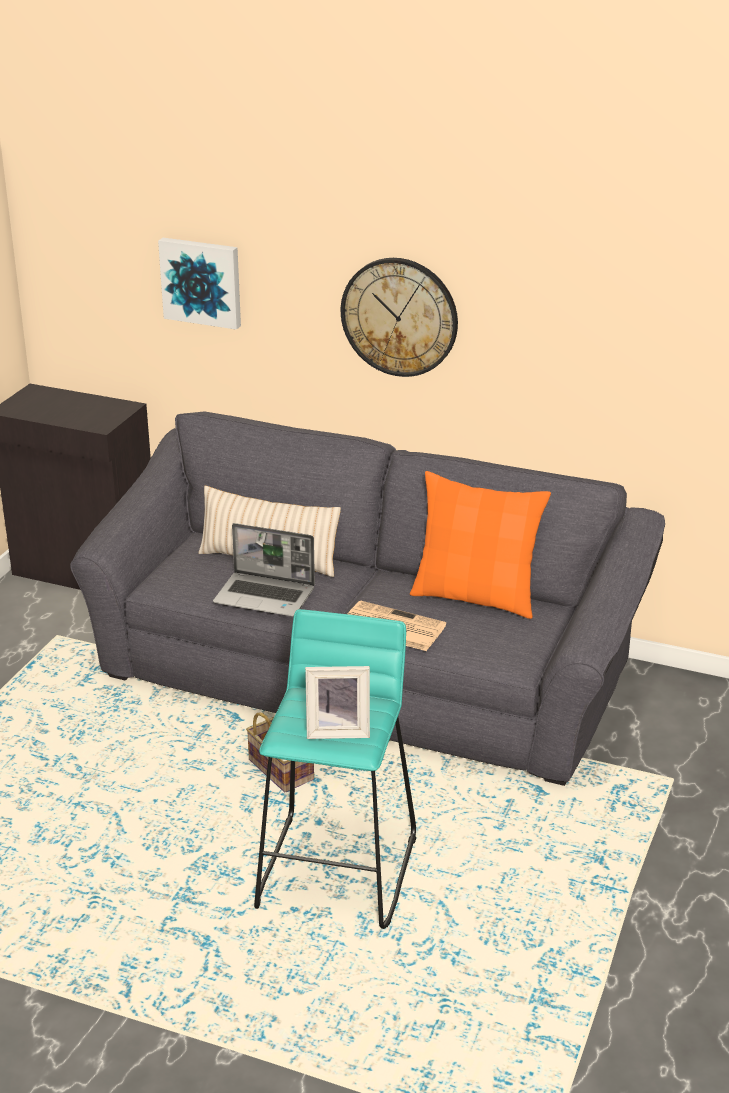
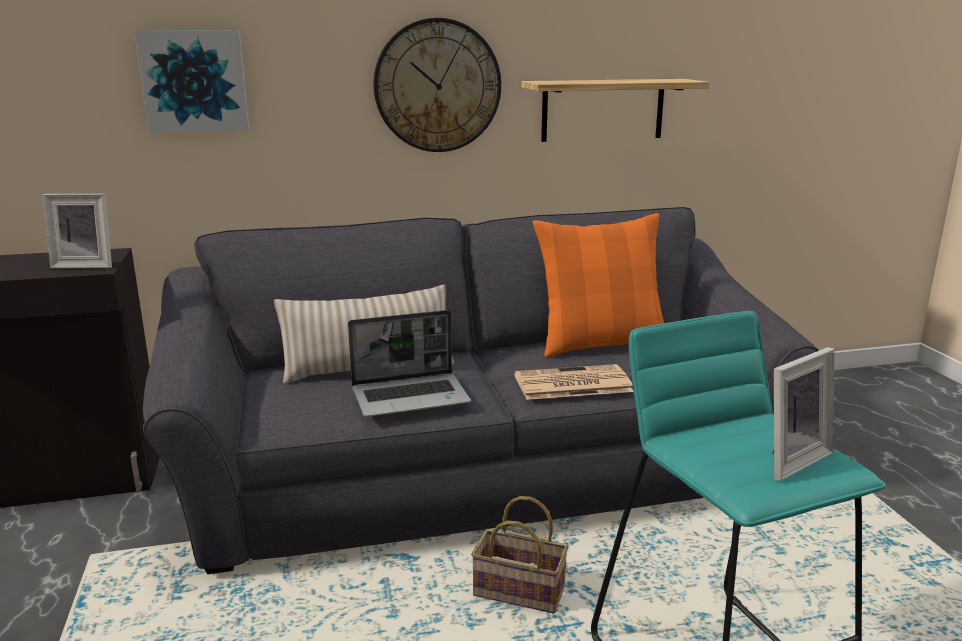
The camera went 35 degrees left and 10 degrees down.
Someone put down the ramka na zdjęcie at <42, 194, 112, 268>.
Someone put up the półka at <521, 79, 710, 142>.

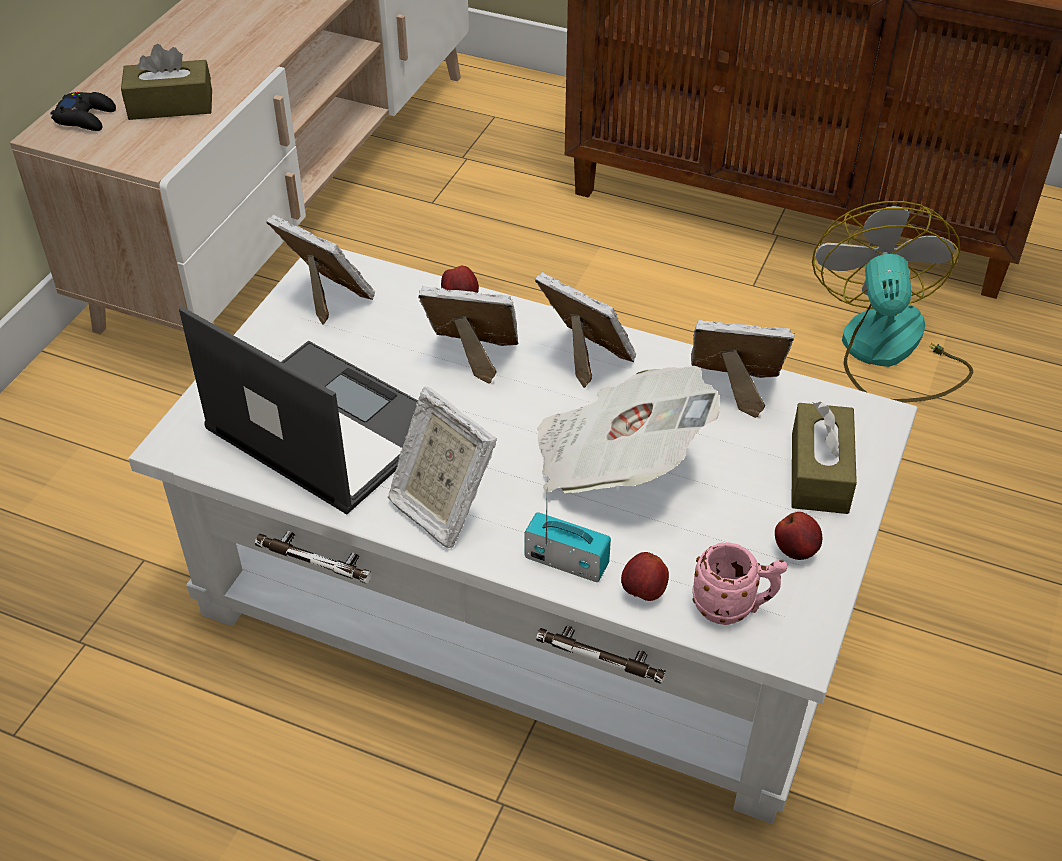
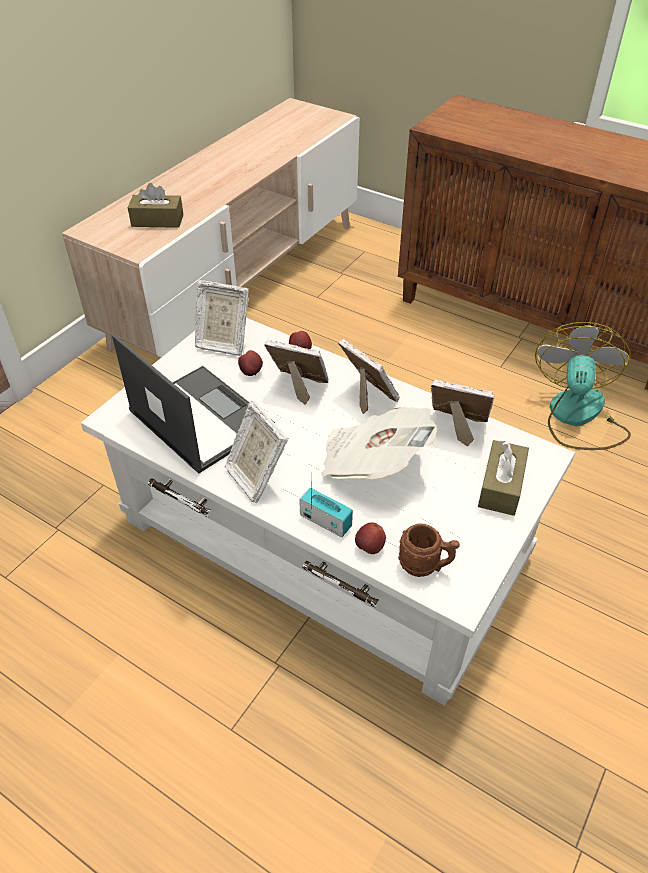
The camera went 10 degrees right and 0 degrees up.
Someone took away the pad do gier/czarny at <51, 92, 116, 131>.
Someone rotated the ramka na zdjęcie at <265, 214, 375, 325> by 150 degrees clockwise.
Someone repainted the kubek/różowy at <692, 542, 787, 625>, which became the kubek/brązowy at <398, 523, 460, 577>.
Someone carried the jabłko from <775, 512, 822, 560> to <238, 350, 263, 376>.

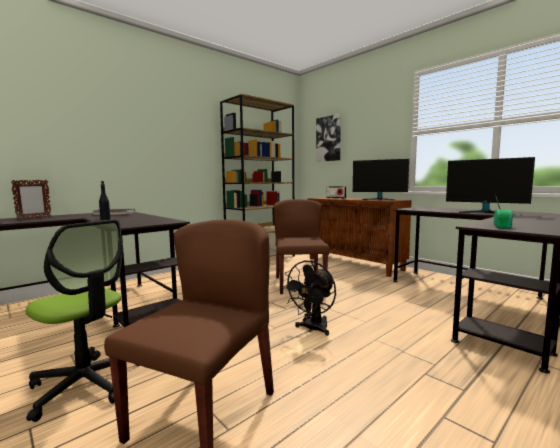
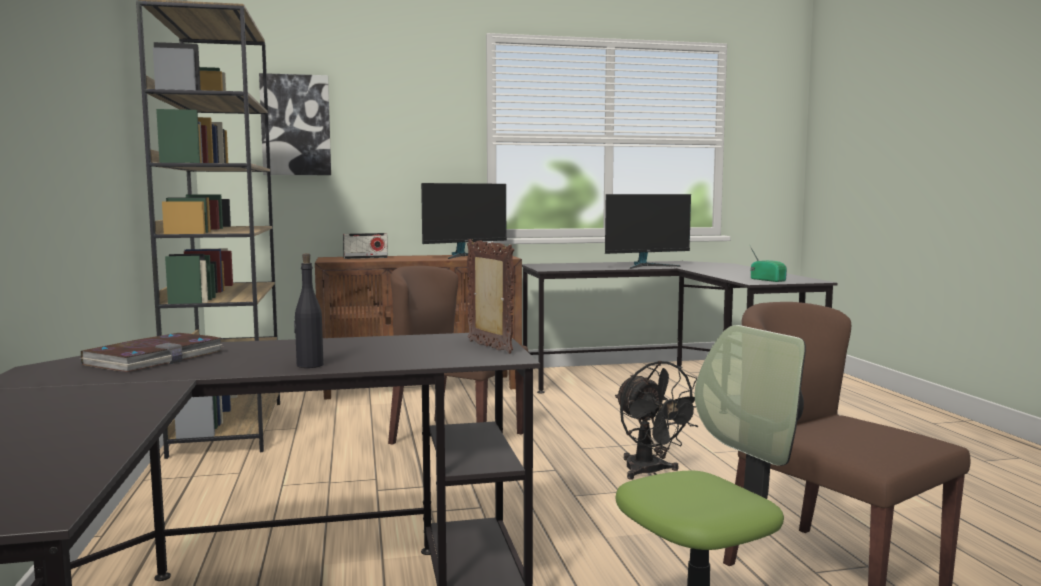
The camera went 60 degrees left and 0 degrees up.
Someone carried the ramka na zdjęcie from <11, 180, 51, 221> to <467, 239, 514, 354>.

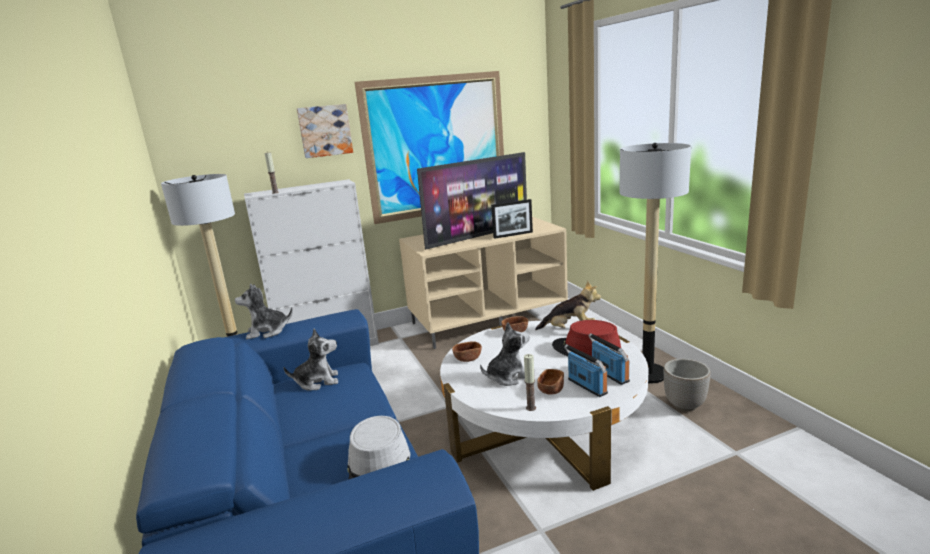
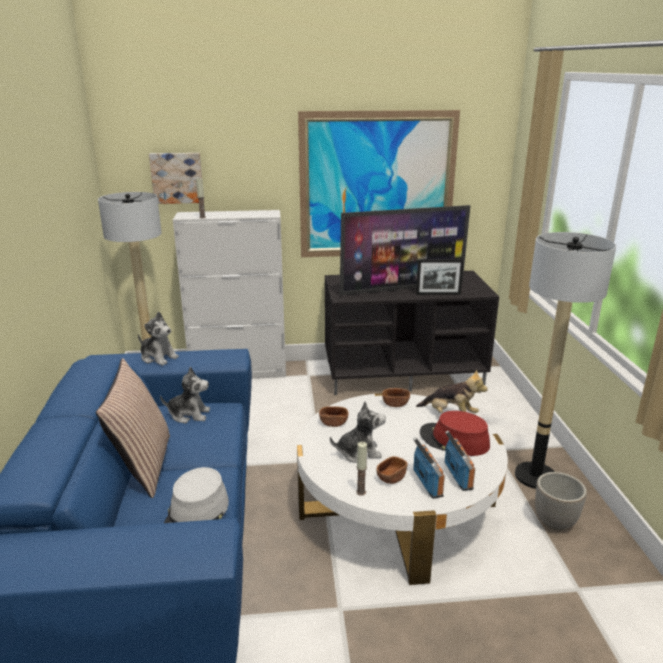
The camera went 15 degrees right and 5 degrees up.
Someone rotated the pluszak at <235, 283, 293, 339> by 150 degrees counterclockwise.
Someone carried the obraz from <297, 104, 353, 158> to <149, 153, 202, 204>.
Someone repainted the szafka pod telewizor/beżowy at <399, 217, 568, 349>, which became the szafka pod telewizor/czarny at <325, 271, 499, 395>.
Someone put down the poduszka at <96, 358, 170, 498>.

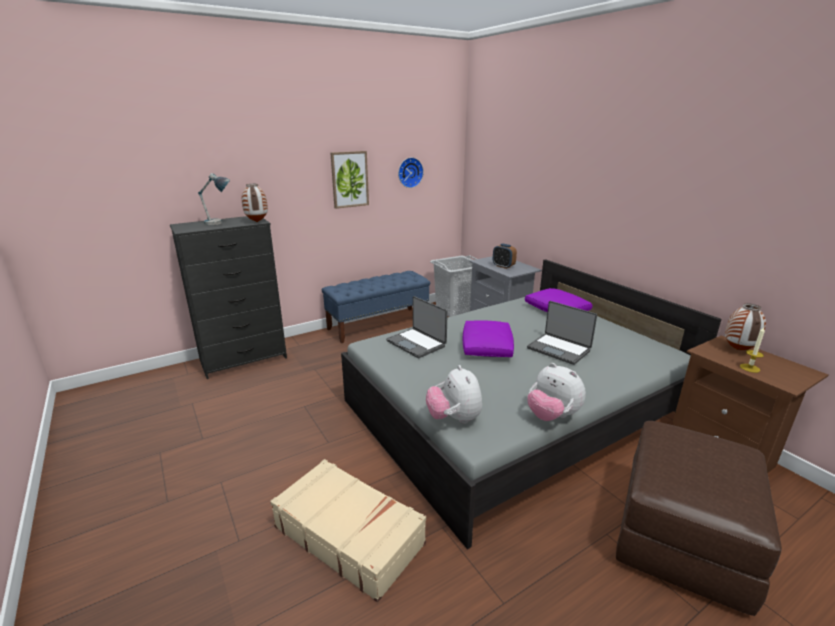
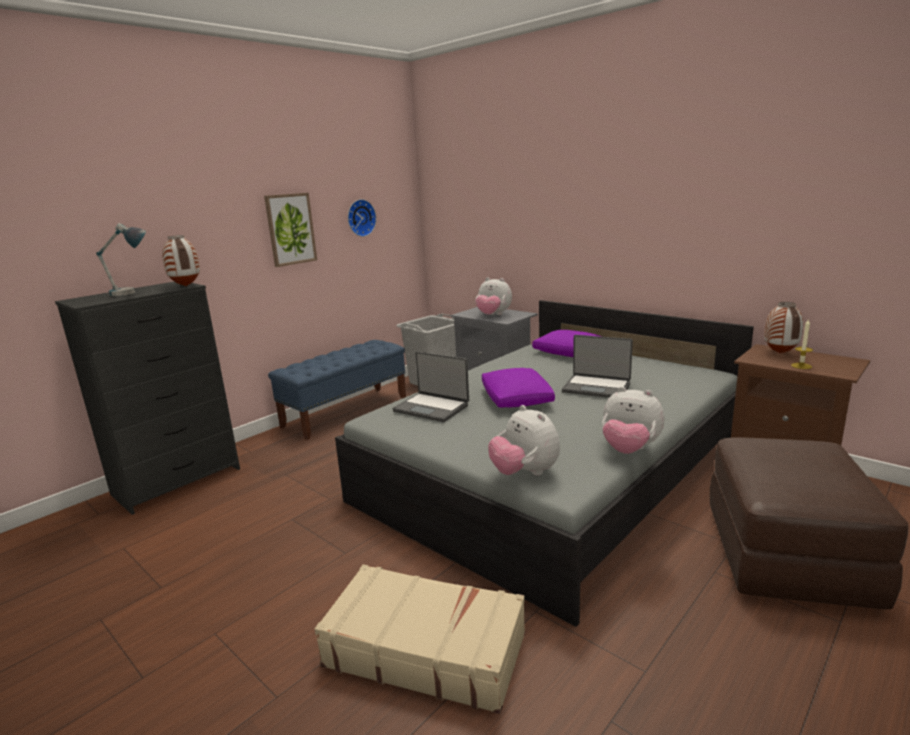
The camera went 15 degrees left and 5 degrees down.
Someone swapped the budzik at <493, 244, 517, 269> for the pluszak at <475, 278, 512, 315>.

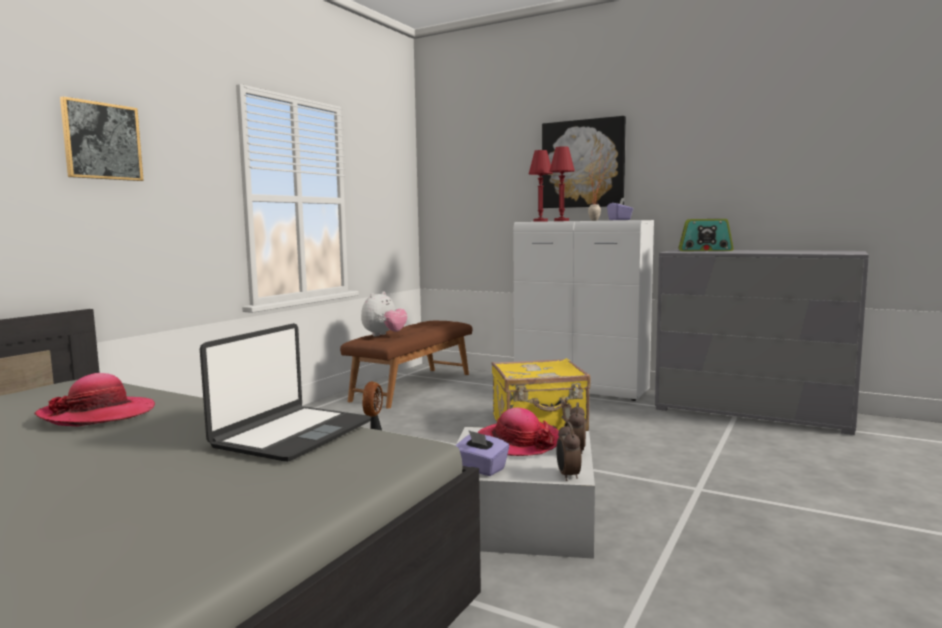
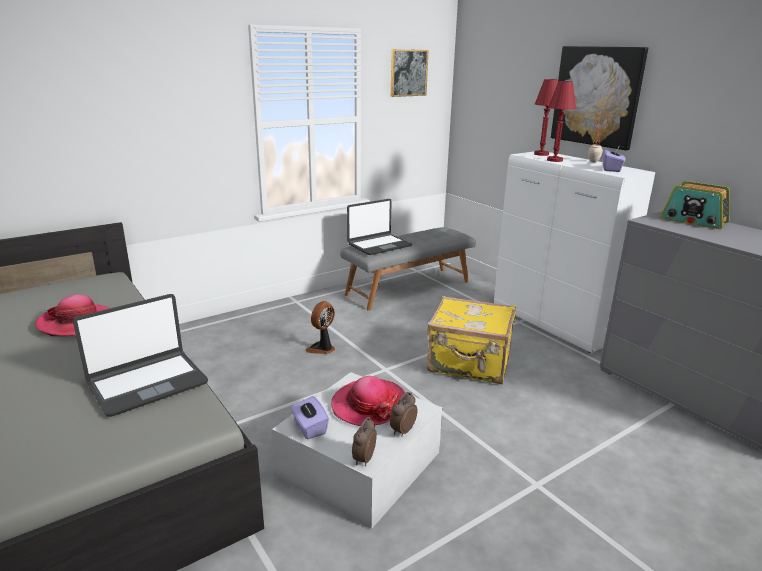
The camera went 25 degrees right and 15 degrees up.
Someone carried the obraz from <60, 96, 144, 181> to <391, 49, 429, 97>.
Someone repainted the ławka/brązowy at <340, 321, 472, 409>, which became the ławka/szary at <340, 227, 476, 311>.
Someone swapped the pluszak at <361, 291, 408, 336> for the laptop at <347, 199, 412, 255>.

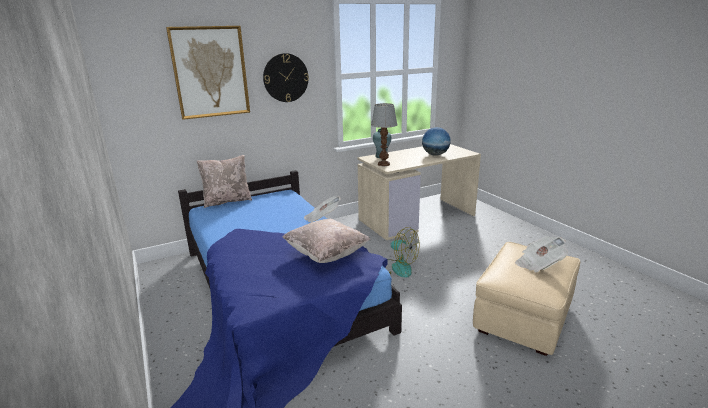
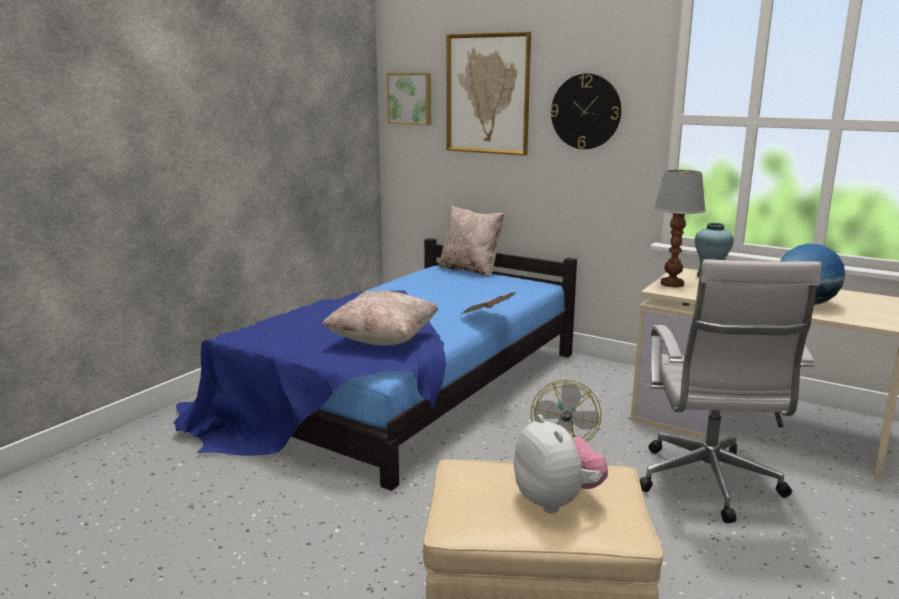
The camera went 60 degrees right and 5 degrees down.
Someone swapped the gazeta at <515, 236, 568, 272> for the pluszak at <514, 414, 608, 513>.
Someone put up the obraz at <387, 73, 431, 125>.
Someone put down the krzesło biurowe/biały at <639, 259, 821, 523>.

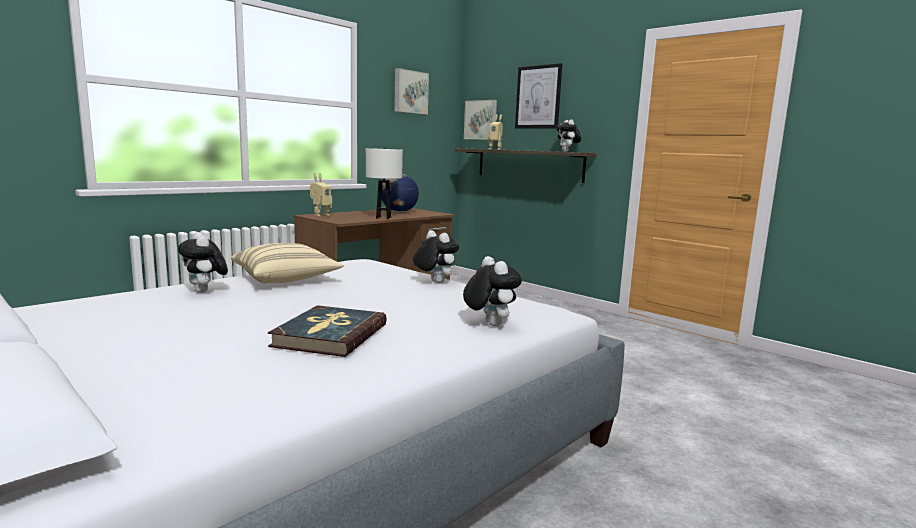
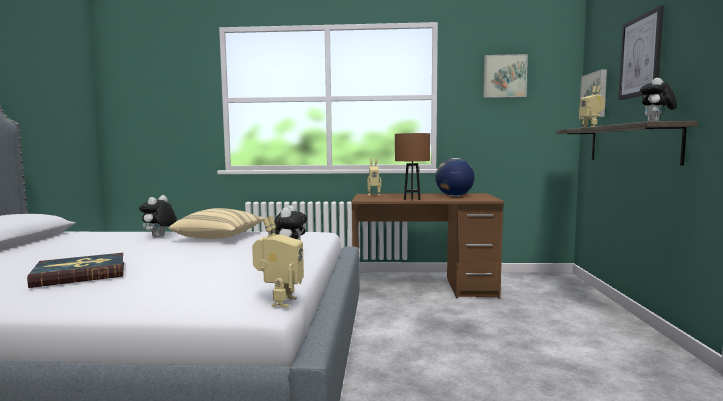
The camera went 50 degrees right and 5 degrees down.
Someone repainted the lampa stołowa/biały at <366, 148, 403, 219>, which became the lampa stołowa/brązowy at <395, 133, 430, 201>.
Someone took away the pluszak at <463, 256, 522, 326>.
Someone put down the robot zabawkowy at <252, 215, 304, 308>.

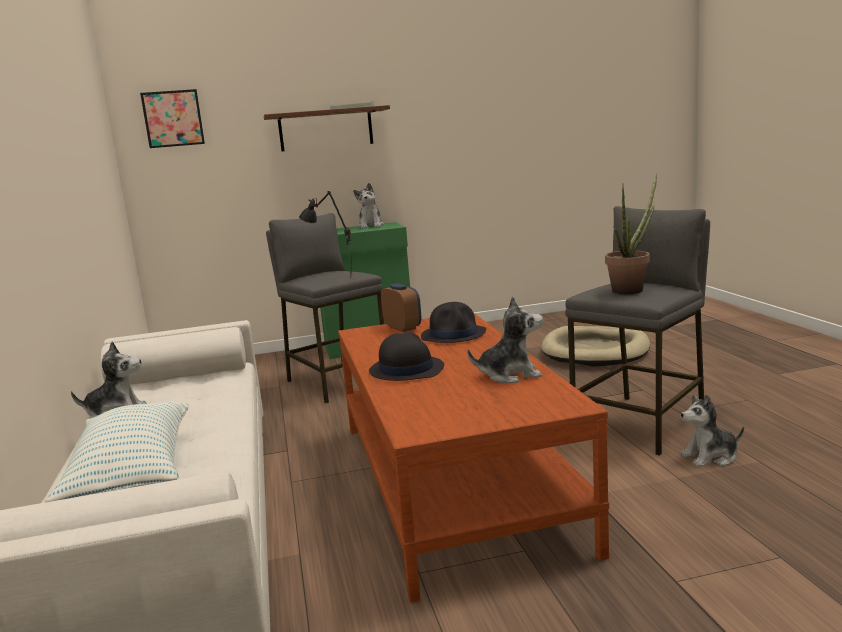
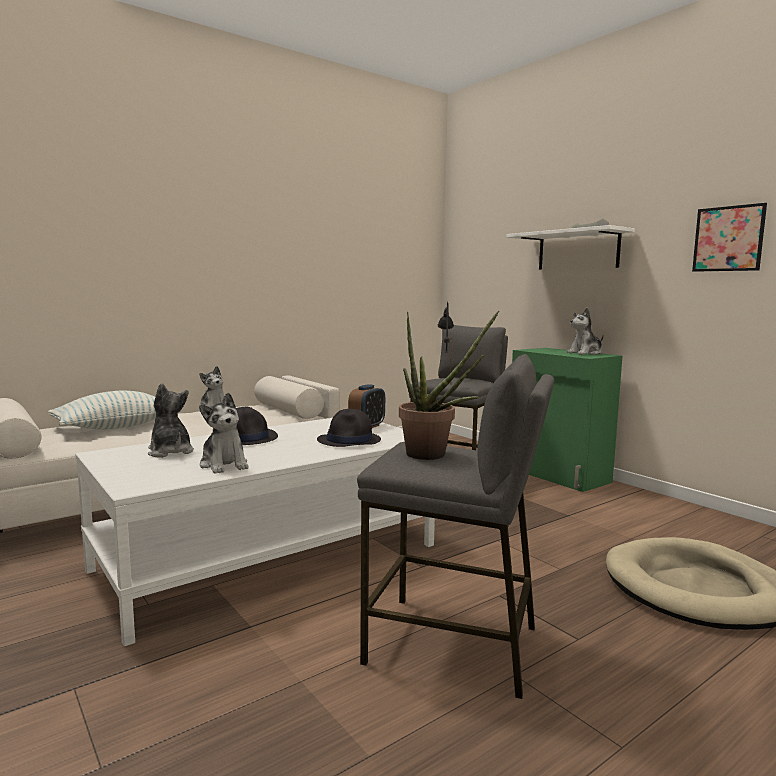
The camera went 65 degrees right and 5 degrees down.
Someone carried the obraz from <140, 89, 205, 148> to <692, 203, 767, 272>.
Someone repainted the półka/brązowy at <264, 105, 390, 151>, which became the półka/biały at <506, 225, 635, 270>.
Someone repainted the ława/brązowy at <338, 313, 609, 603>, which became the ława/biały at <75, 418, 435, 647>.
Someone carried the pluszak from <681, 394, 744, 467> to <148, 383, 194, 458>.

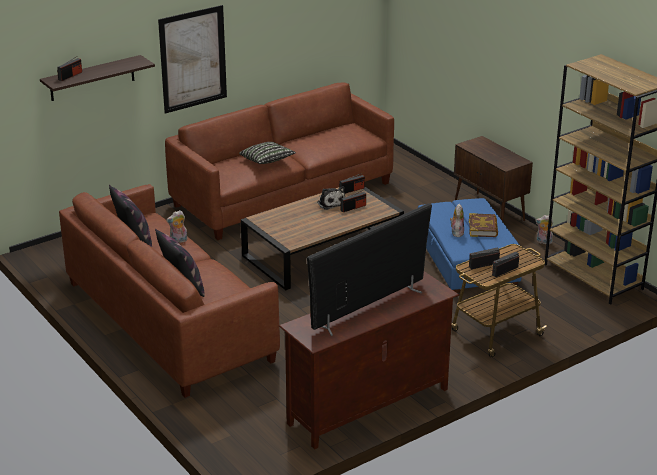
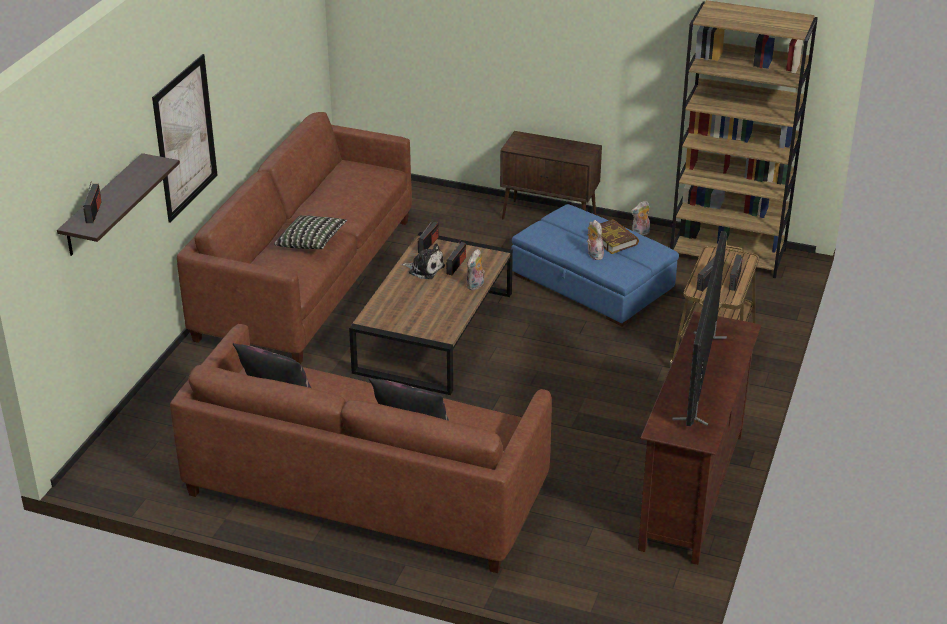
The camera went 35 degrees left and 5 degrees up.
Someone carried the pluszak from <166, 210, 187, 243> to <466, 249, 485, 290>.

